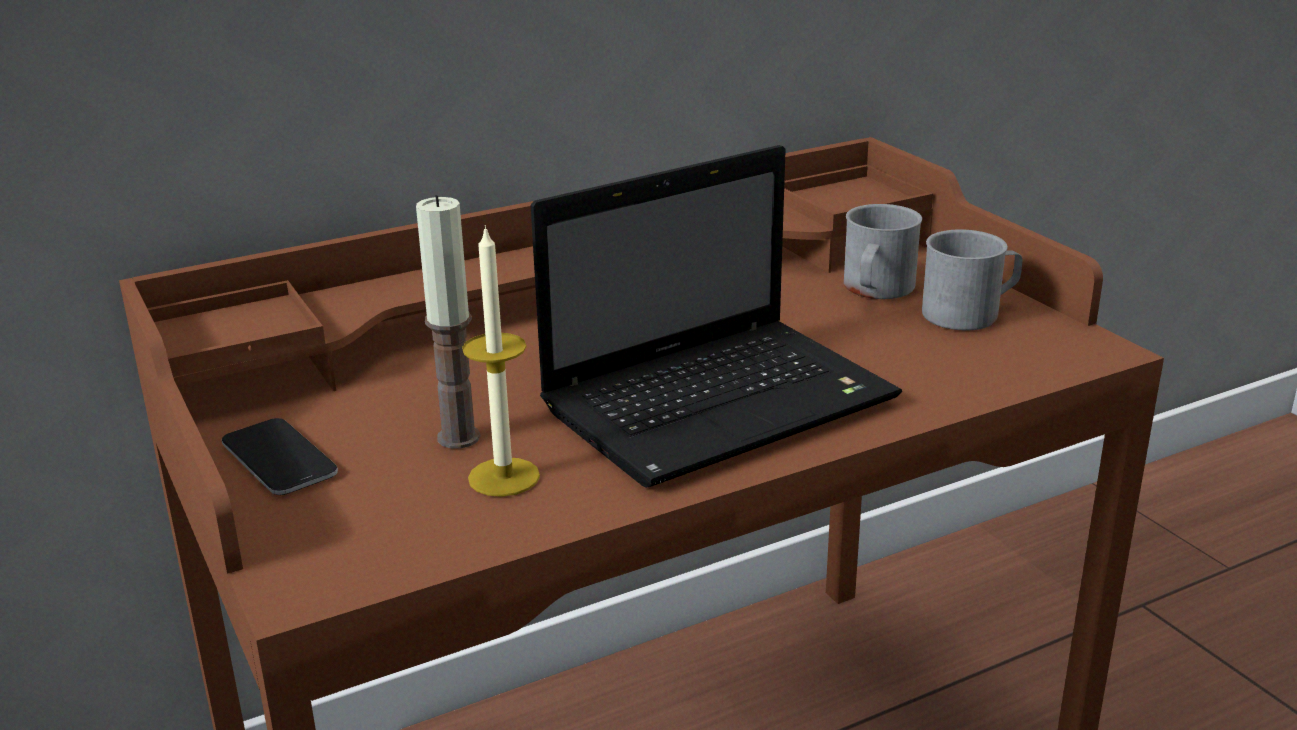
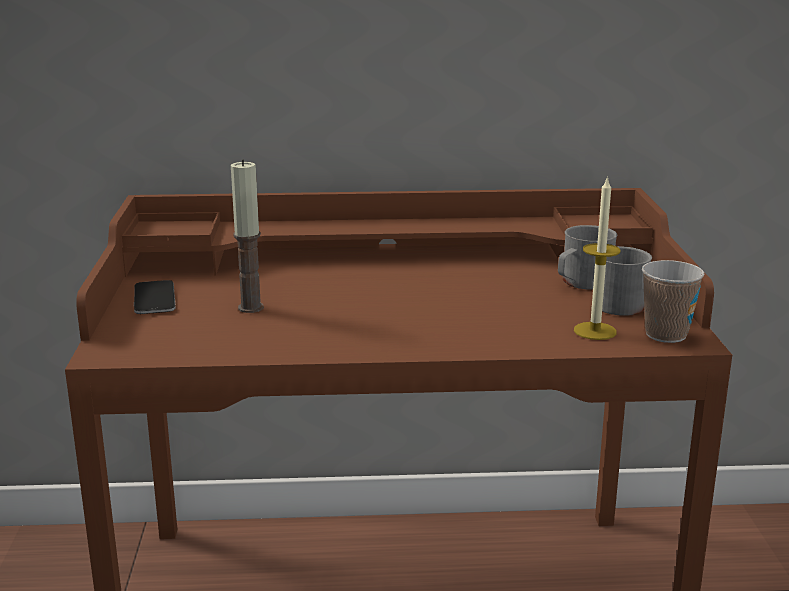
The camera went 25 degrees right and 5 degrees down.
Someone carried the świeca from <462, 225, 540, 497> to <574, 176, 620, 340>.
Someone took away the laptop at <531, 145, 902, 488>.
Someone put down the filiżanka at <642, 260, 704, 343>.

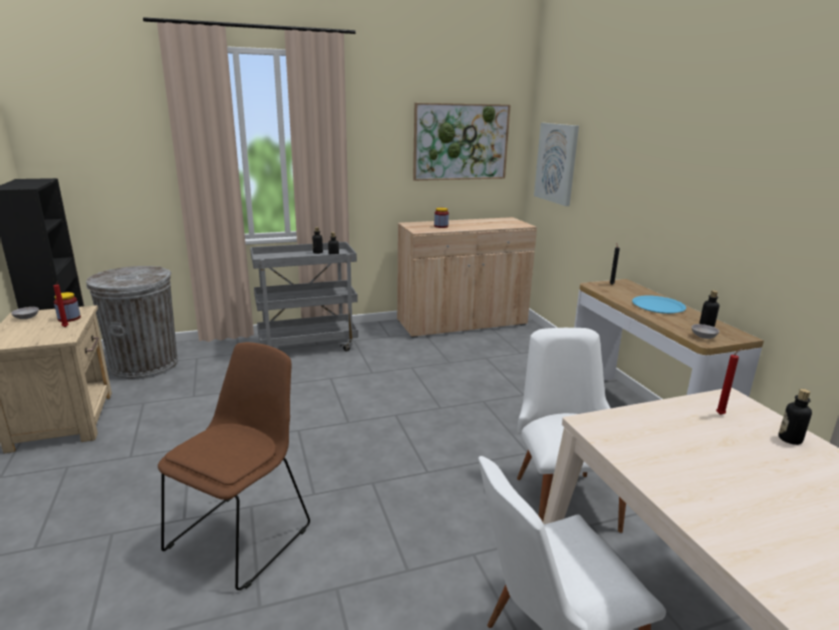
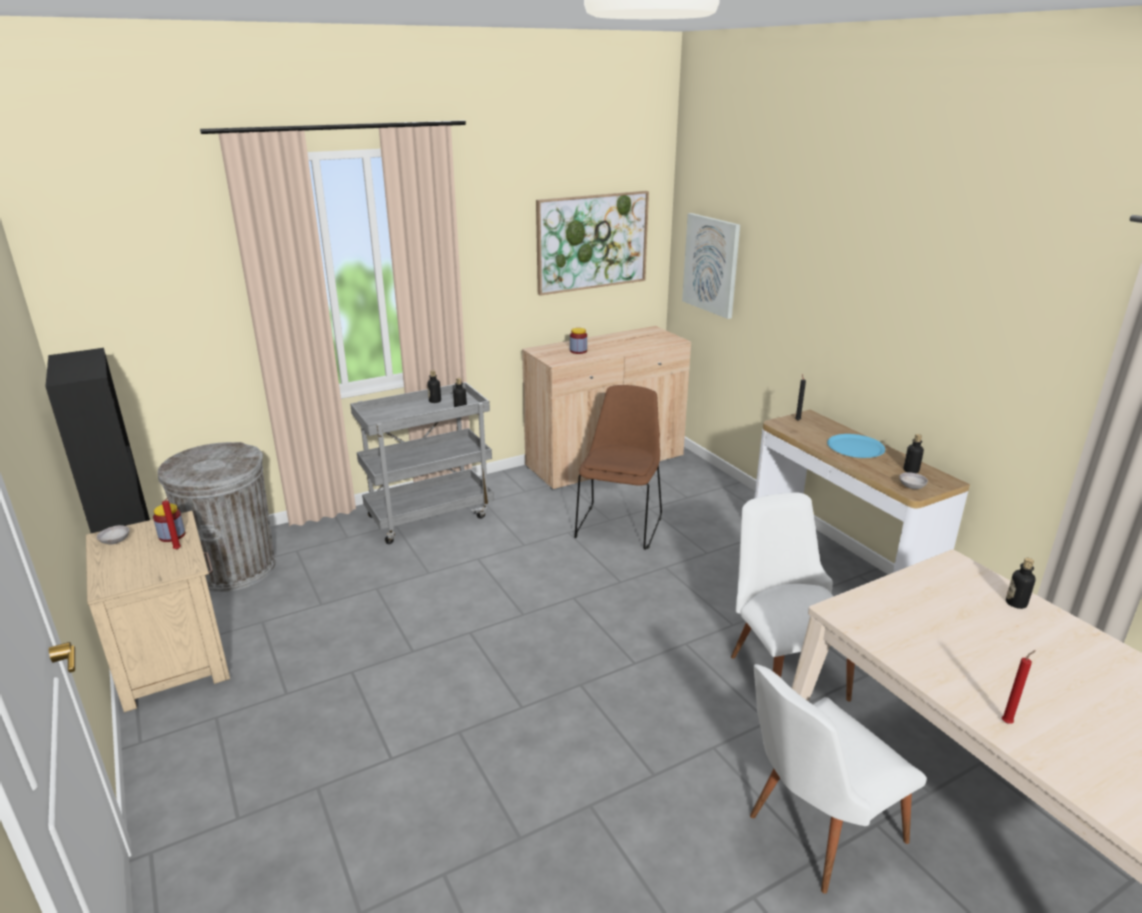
The camera went 10 degrees left and 5 degrees up.
Someone carried the krzesło/brązowy from <158, 342, 310, 590> to <574, 385, 662, 549>.
Someone carried the świeca/czerwony from <716, 349, 742, 415> to <1002, 650, 1036, 724>.

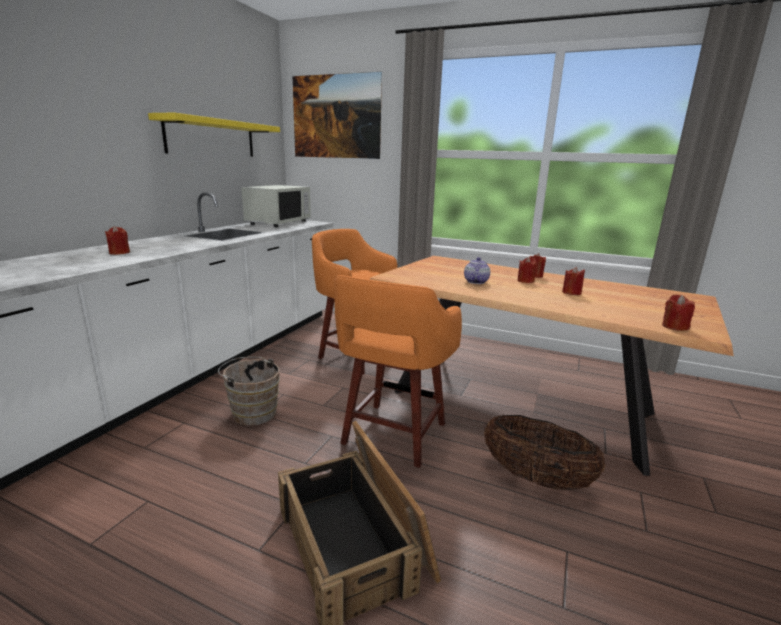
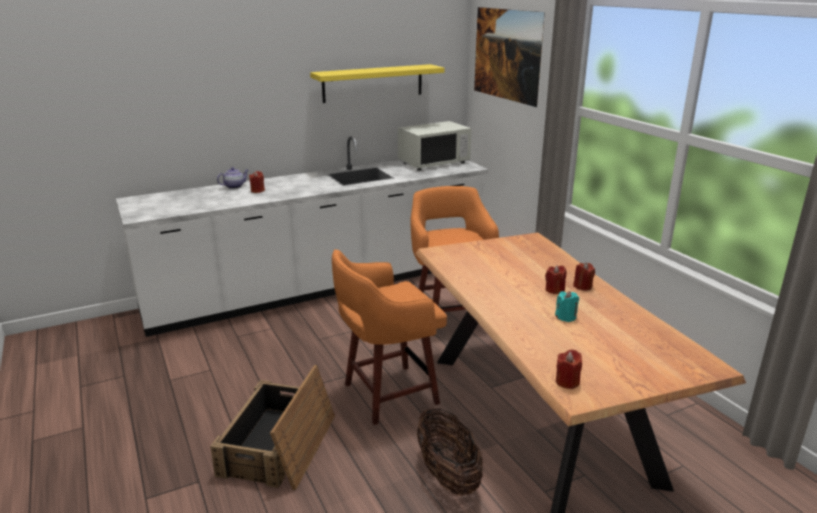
The camera went 40 degrees right and 5 degrees up.
Someone took away the wiadro/brązowy at <218, 356, 280, 426>.
Someone carried the imbryk from <464, 257, 490, 284> to <217, 167, 248, 189>.
Someone repainted the świeca/czerwony at <562, 267, 585, 295>, which became the świeca/turkusowy at <555, 291, 579, 322>.

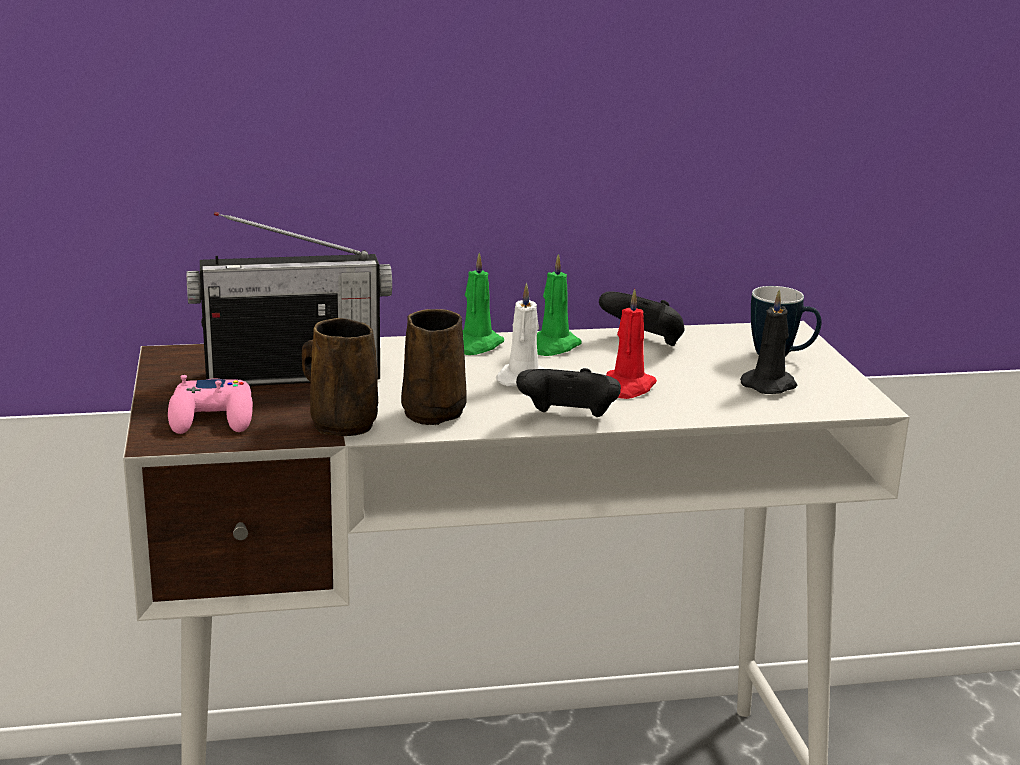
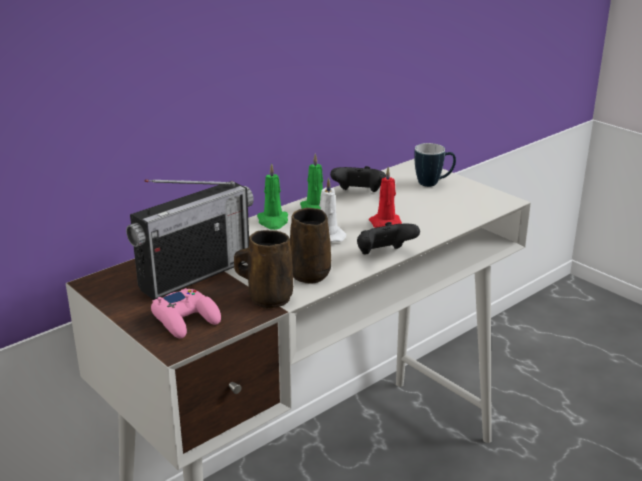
The camera went 30 degrees left and 5 degrees up.
Someone took away the świeca/czarny at <740, 289, 797, 394>.

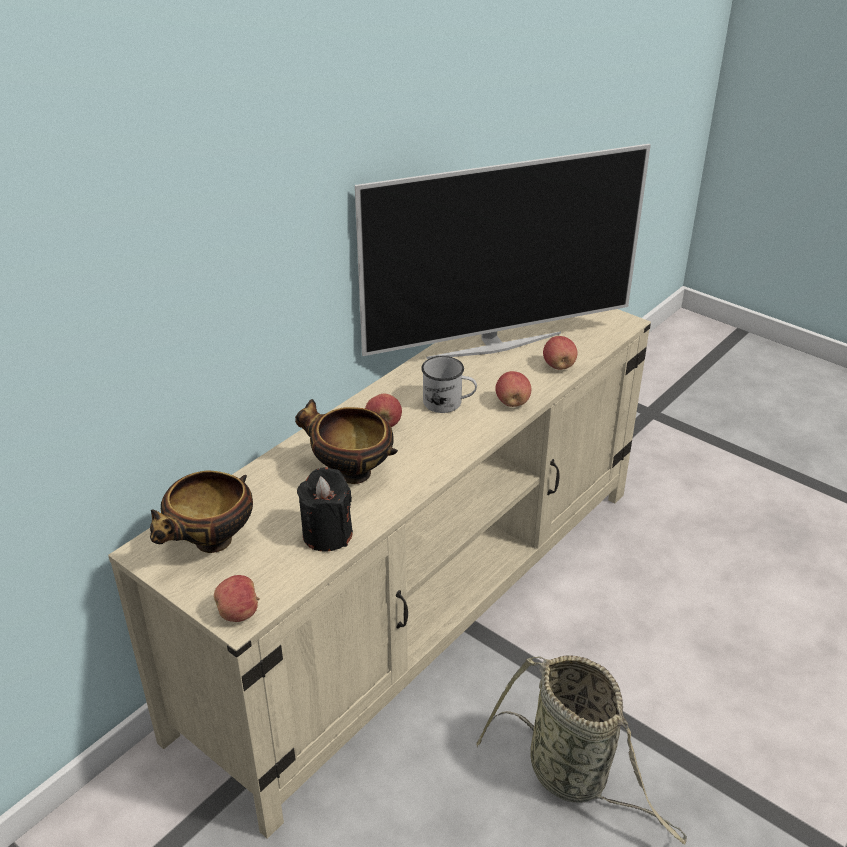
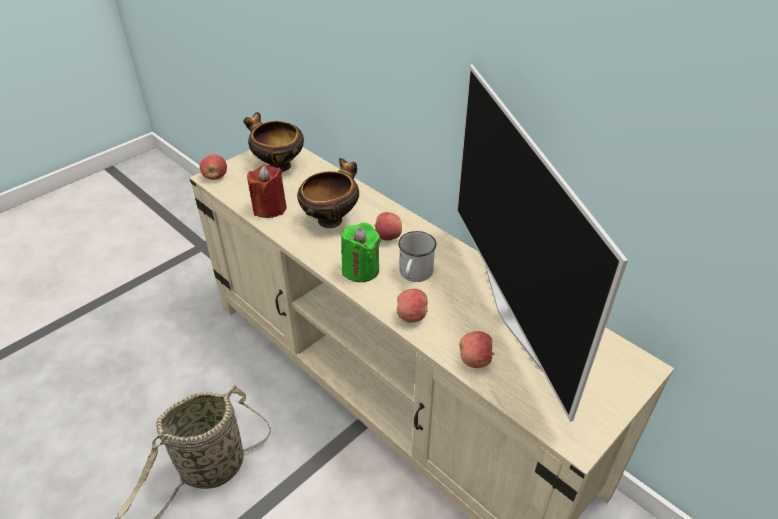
The camera went 95 degrees right and 5 degrees up.
Someone repainted the świeca/czarny at <297, 467, 353, 552>, which became the świeca/czerwony at <247, 164, 287, 218>.
Someone put down the świeca/zielony at <341, 222, 381, 282>.

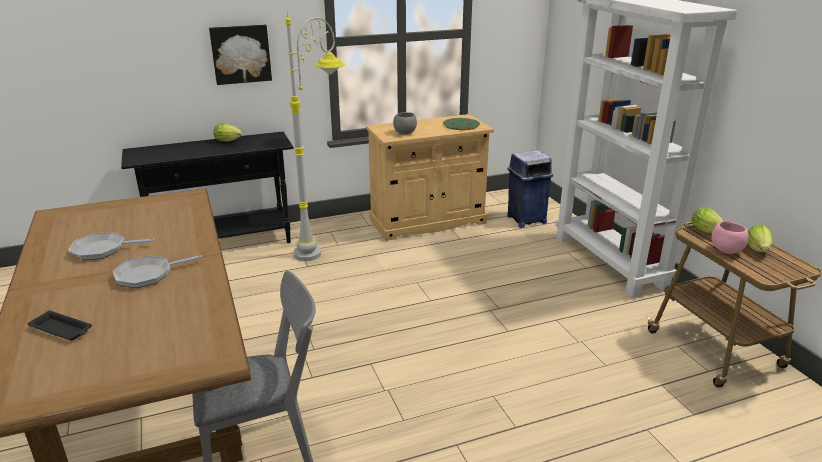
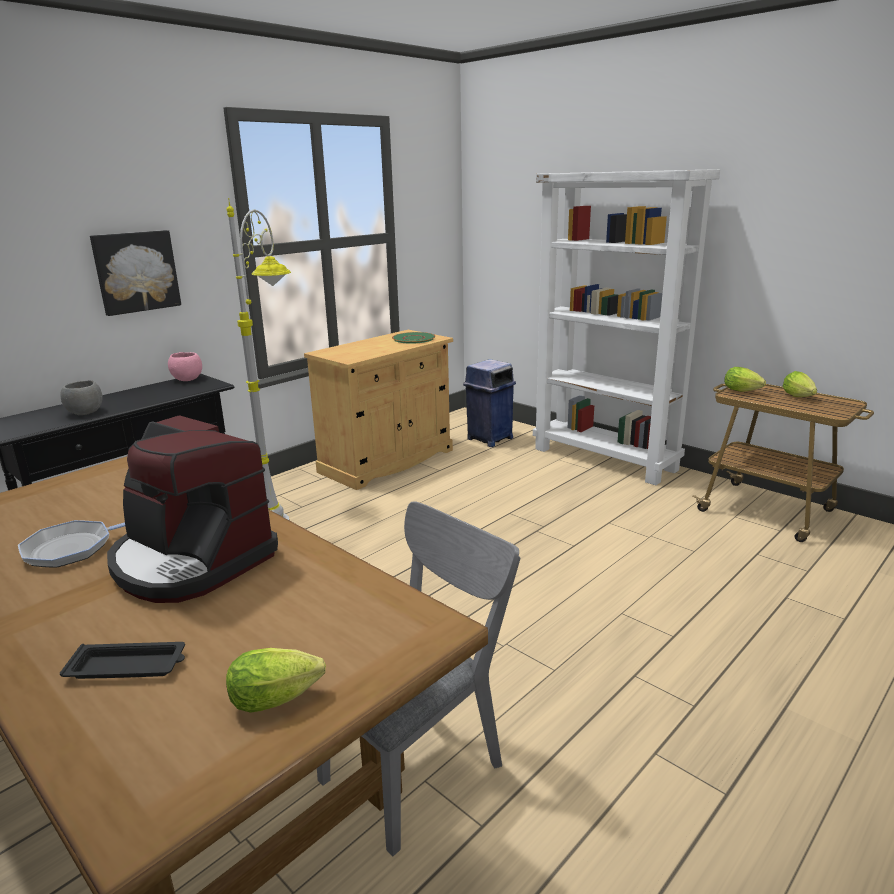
The camera went 25 degrees left and 5 degrees down.
Someone swapped the patelnia at <113, 255, 202, 288> for the ekspres do kawy at <107, 415, 278, 603>.
Someone carried the sałata from <213, 123, 243, 142> to <226, 648, 326, 713>.
Someone carried the miska/szary from <393, 112, 417, 135> to <60, 380, 102, 415>.
Someone carried the miska/różowy from <711, 221, 749, 254> to <168, 352, 202, 381>.

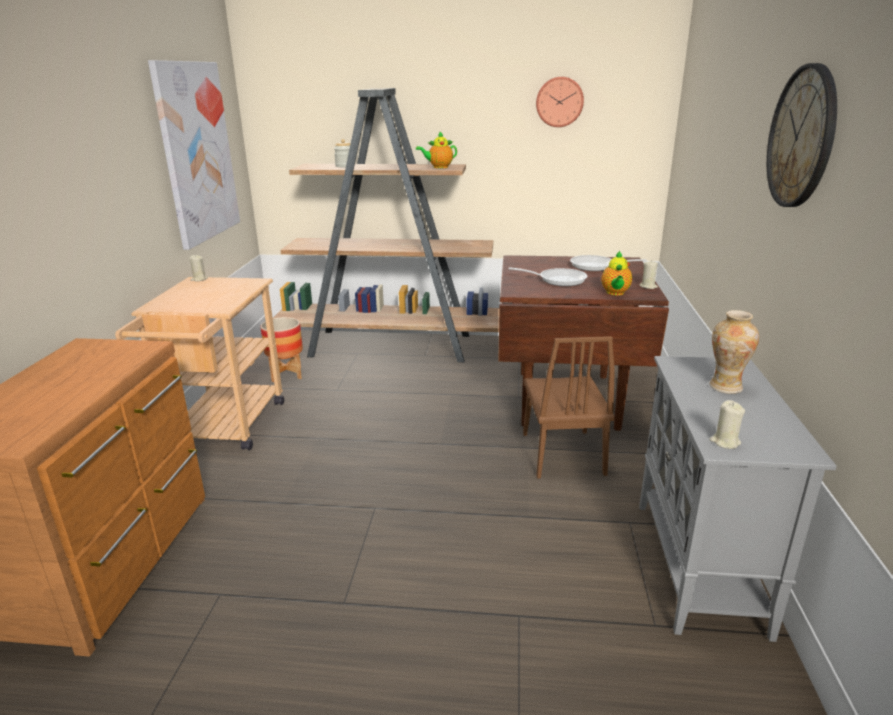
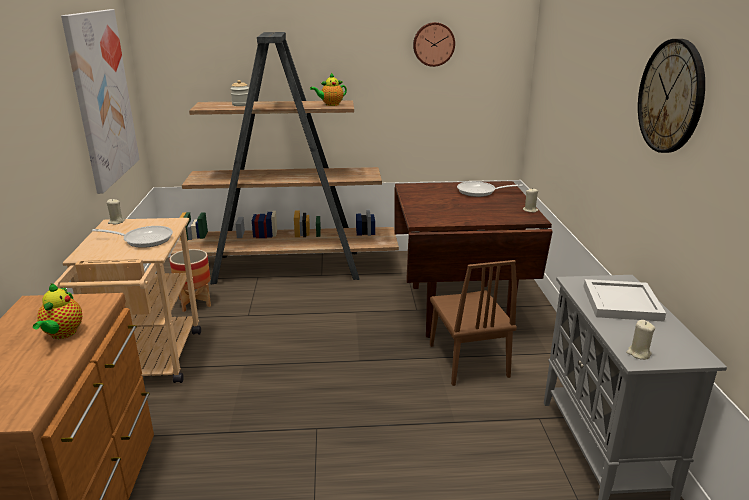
The camera went 10 degrees left and 0 degrees up.
Someone carried the patelnia from <509, 267, 587, 286> to <92, 226, 173, 248>.
Someone carried the imbryk from <601, 251, 632, 295> to <33, 283, 82, 339>.
Someone swapped the wazon at <709, 310, 759, 394> for the taca/biały at <584, 279, 666, 322>.

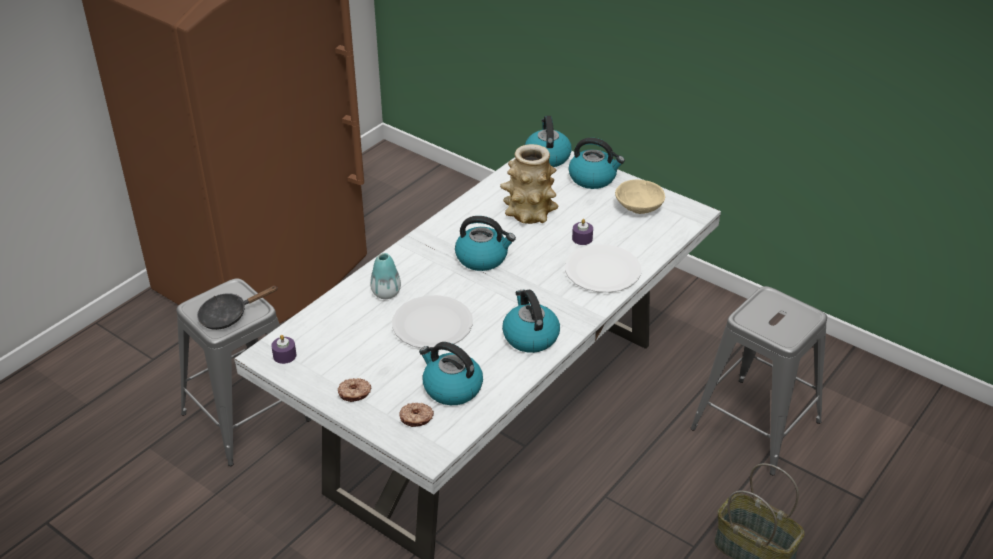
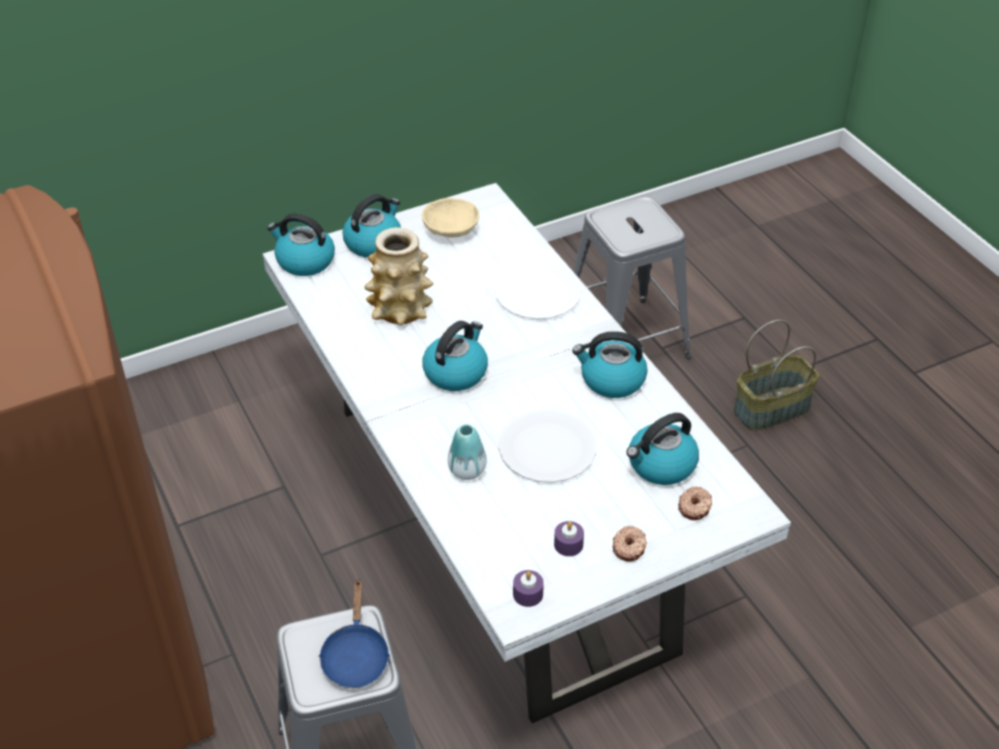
The camera went 65 degrees left and 5 degrees up.
Someone repainted the patelnia/czarny at <197, 286, 278, 330>, which became the patelnia/niebieski at <319, 580, 390, 688>.
Someone carried the świeca/fioletowy from <572, 219, 593, 245> to <554, 521, 584, 556>.

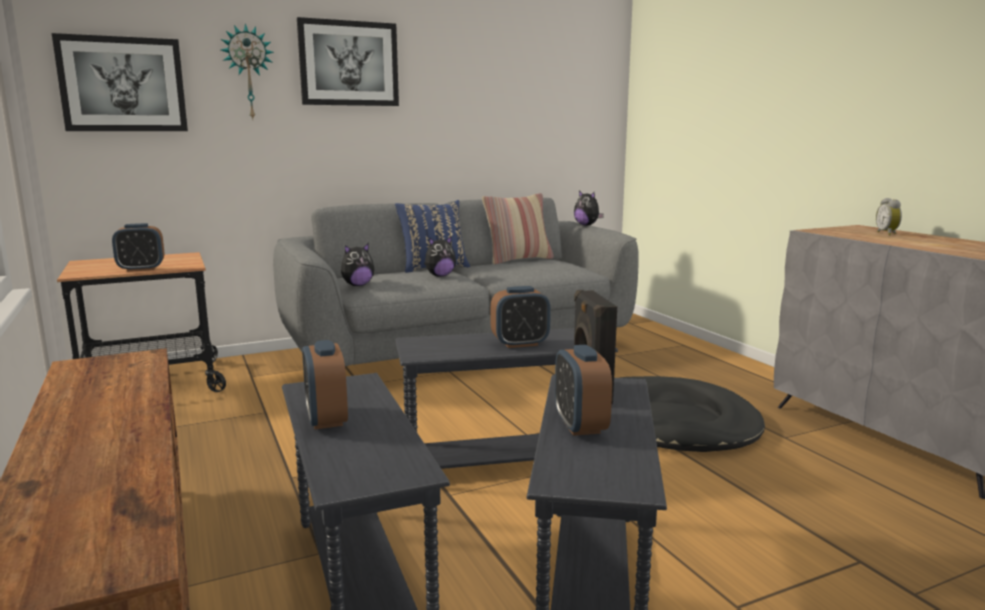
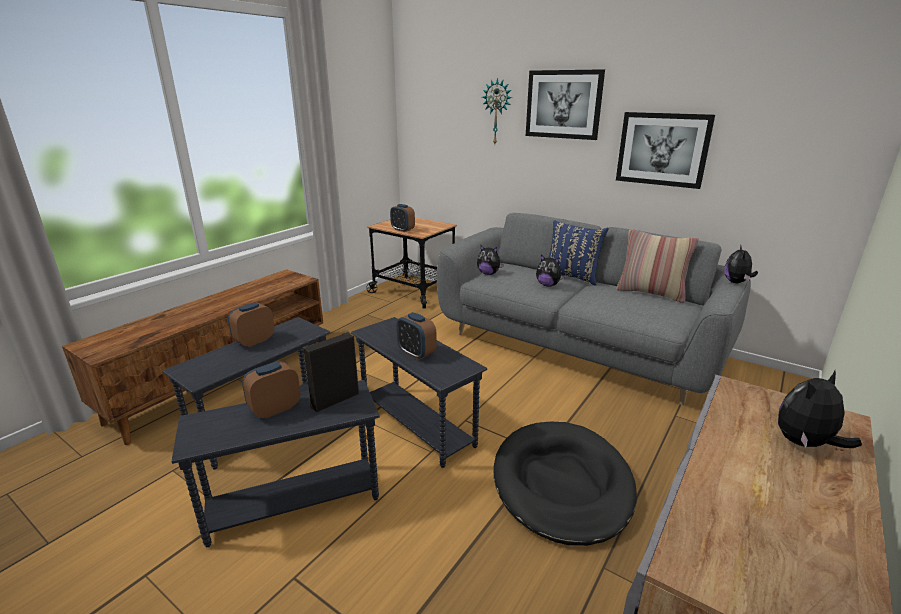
The camera went 60 degrees right and 10 degrees up.
Someone carried the obraz from <52, 33, 188, 131> to <616, 112, 715, 189>.
Someone swapped the budzik at <876, 198, 902, 235> for the pluszak at <778, 370, 862, 448>.

